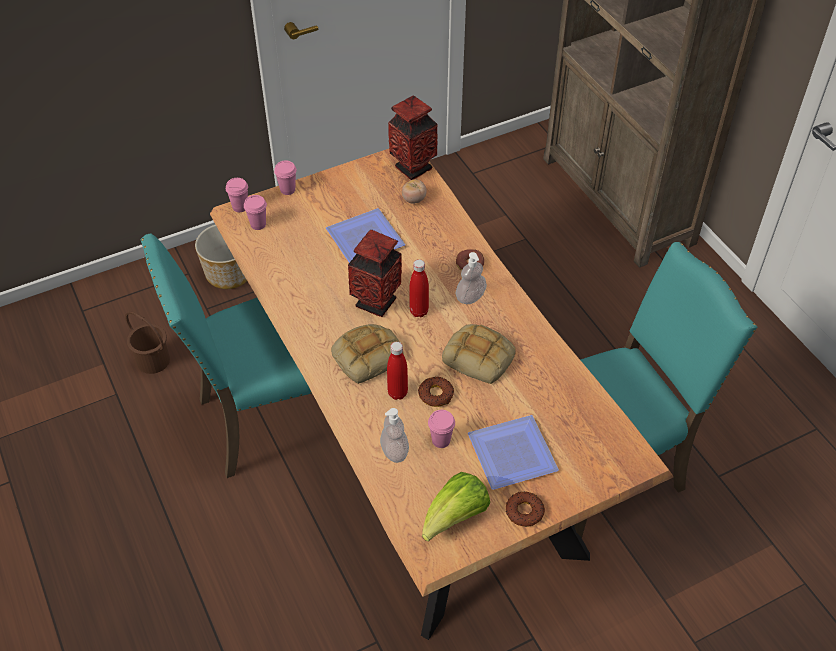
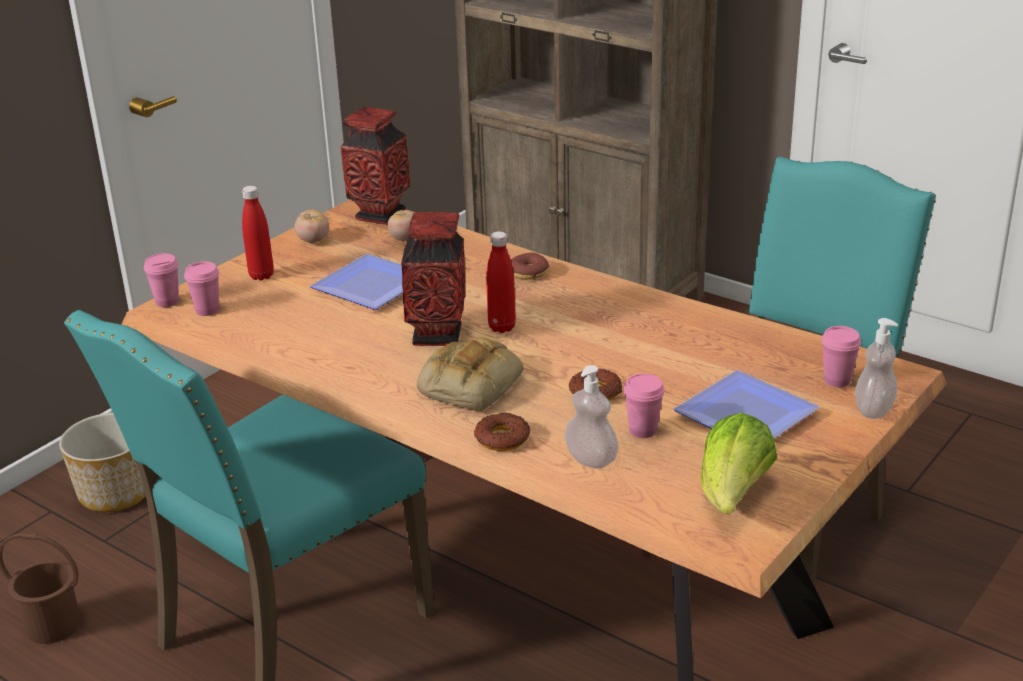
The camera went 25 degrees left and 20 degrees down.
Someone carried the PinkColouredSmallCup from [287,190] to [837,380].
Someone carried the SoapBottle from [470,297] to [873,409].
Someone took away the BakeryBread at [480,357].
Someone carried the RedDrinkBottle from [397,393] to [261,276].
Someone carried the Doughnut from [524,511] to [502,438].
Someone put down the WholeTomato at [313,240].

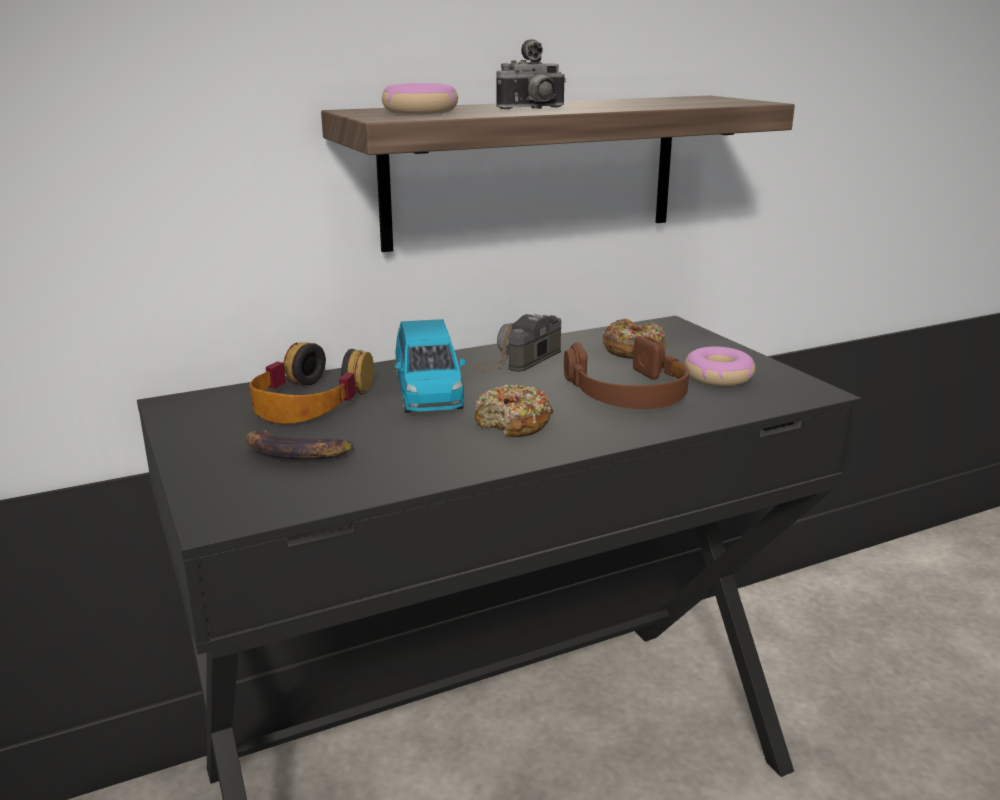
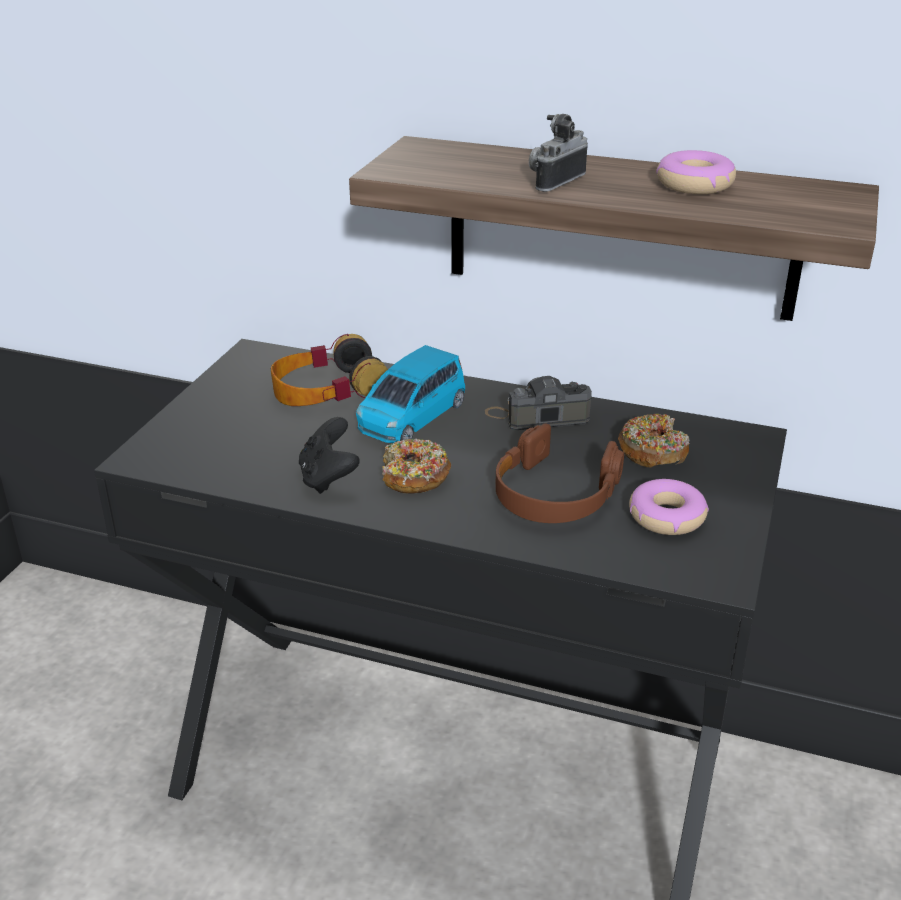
The camera went 45 degrees right and 10 degrees up.
Someone rotated the PhotoCamera at [533,109] by 105 degrees clockwise.
Someone carried the Doughnut from [420,111] to [694,184].
Someone took away the Banana at [296,452].
Someone put down the BlackGamepad at [328,478].

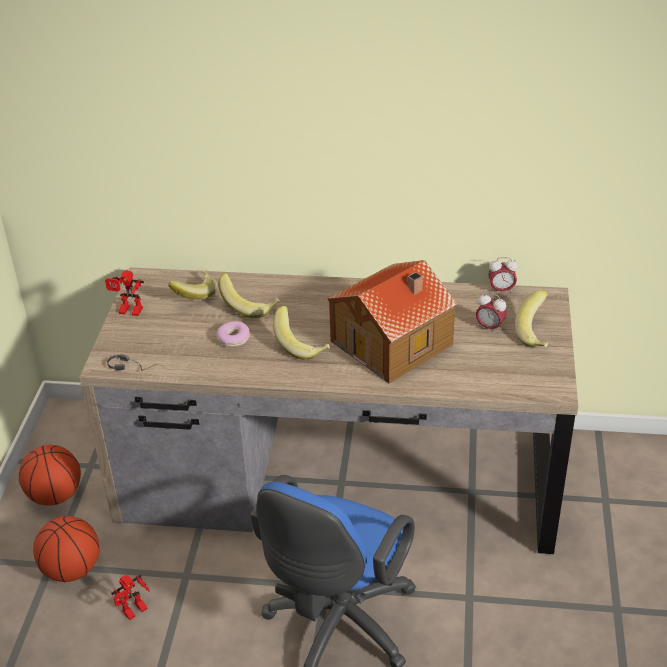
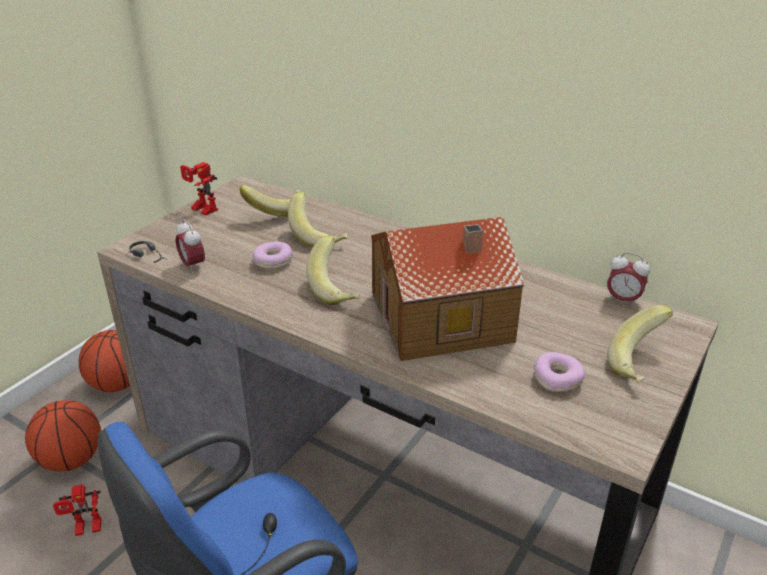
The camera went 25 degrees right and 5 degrees down.
Someone carried the BedsideClock from [489,327] to [193,266].
Someone put down the Doughnut at [557,378].

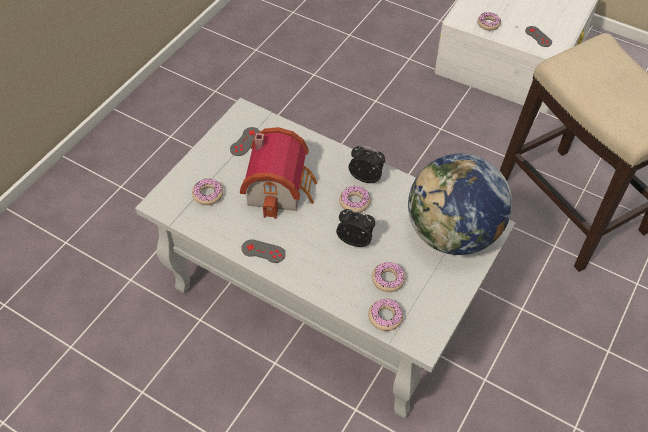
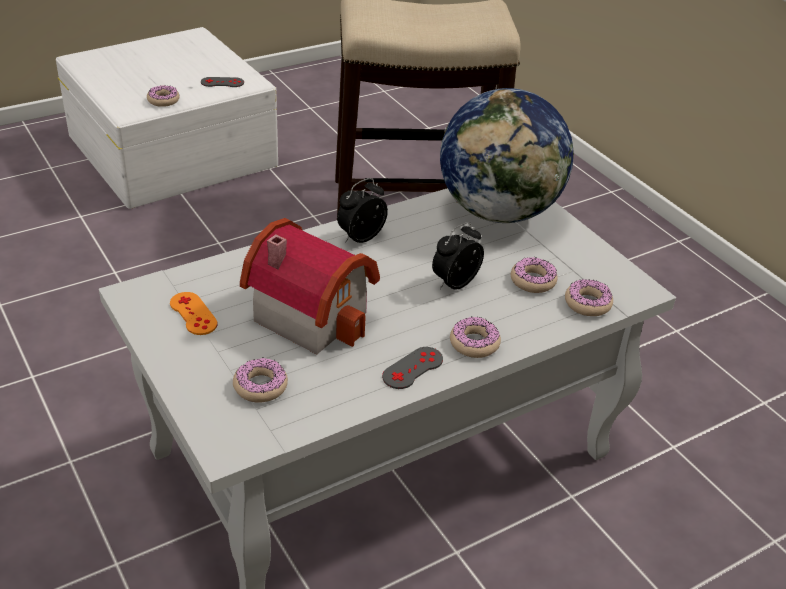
The camera went 65 degrees left and 15 degrees down.
Someone repainted the GrayGamepad at [245,141], which became the OrangeGamepad at [193,314].
Someone carried the Doughnut from [354,202] to [474,343].

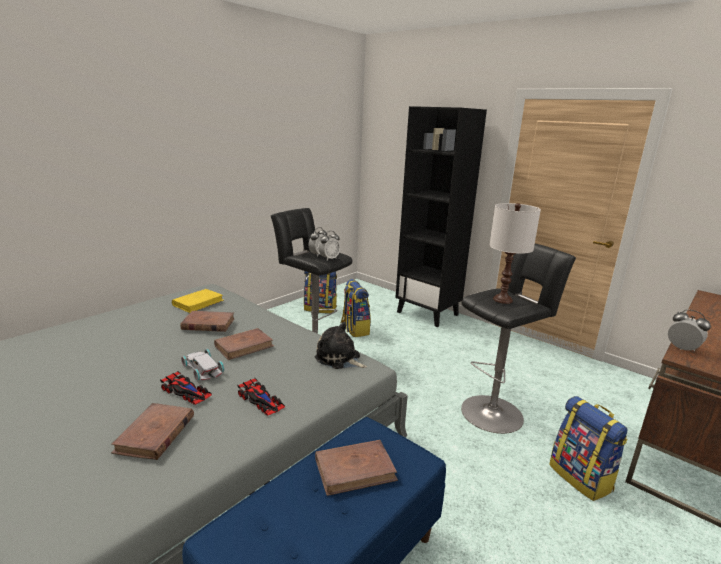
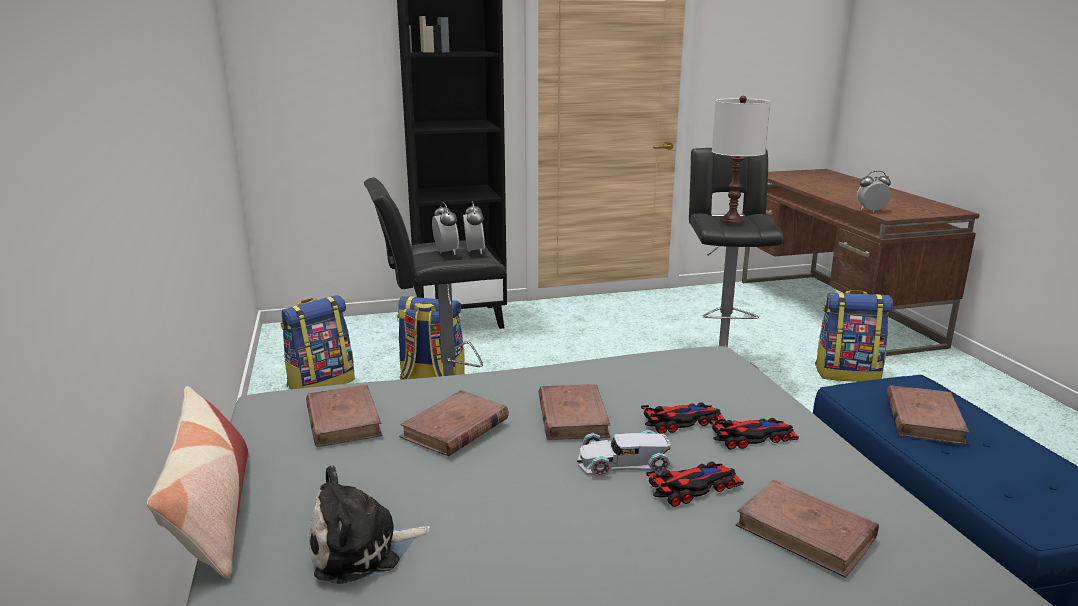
The camera went 55 degrees left and 0 degrees up.
Someone repainted the YellowBoundBook at [198,303], which became the BrownColouredBoundBook at [343,420].
Someone carried the CuddlyToy from [339,359] to [362,549].
Someone put down the Pillow at [212,515].
Someone put down the MiniatureCar at [683,421].

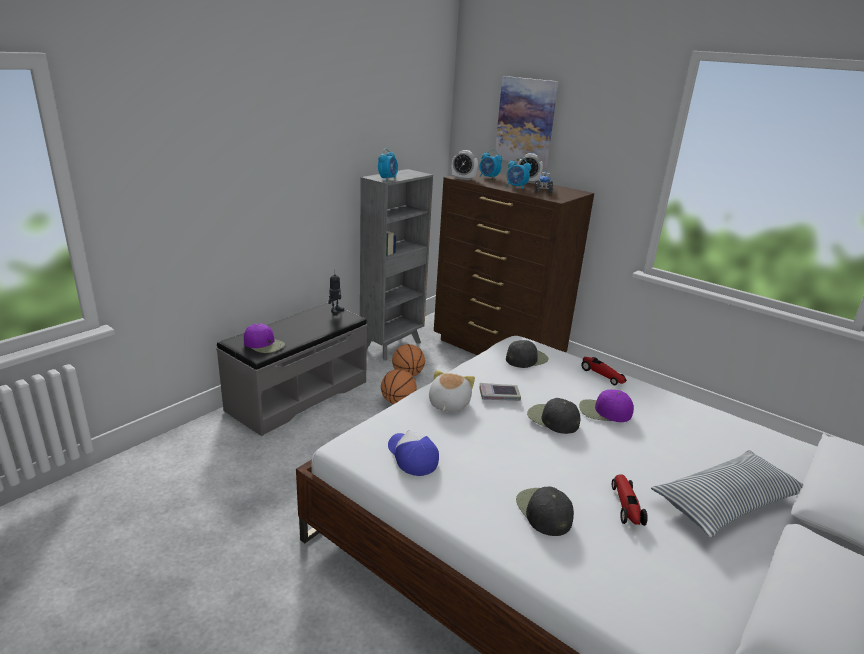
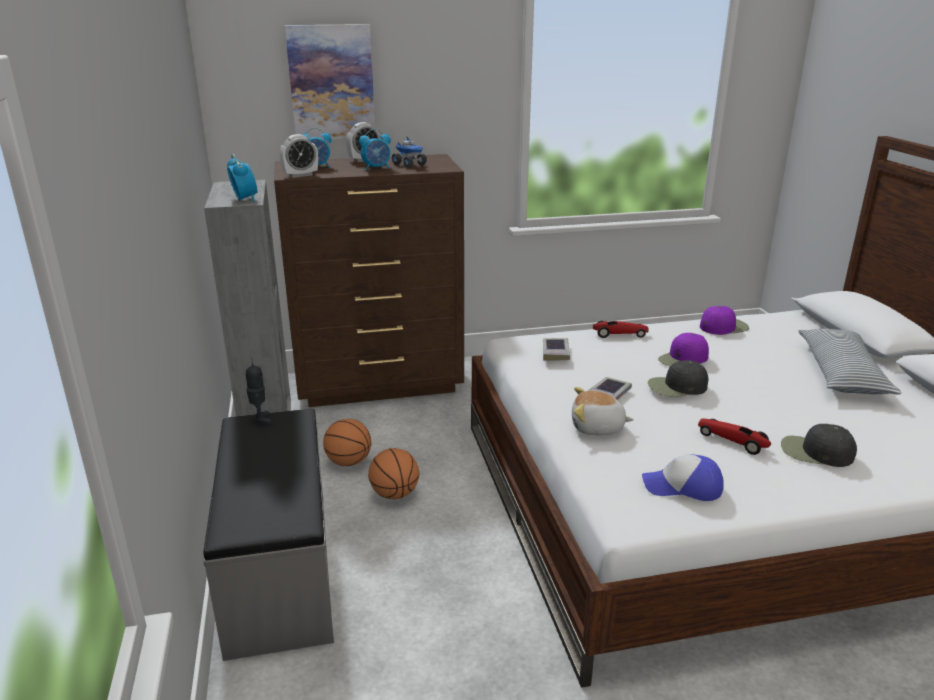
The camera went 50 degrees left and 0 degrees up.
Someone carried the PurplishCap from [264,344] to [723,326].
Someone swapped the BlackCap at [526,358] for the BoundBook at [555,352].
Someone rotated the CuddlyToy at [448,404] by 45 degrees counterclockwise.
Someone carried the MiniatureCar from [626,506] to [732,441].

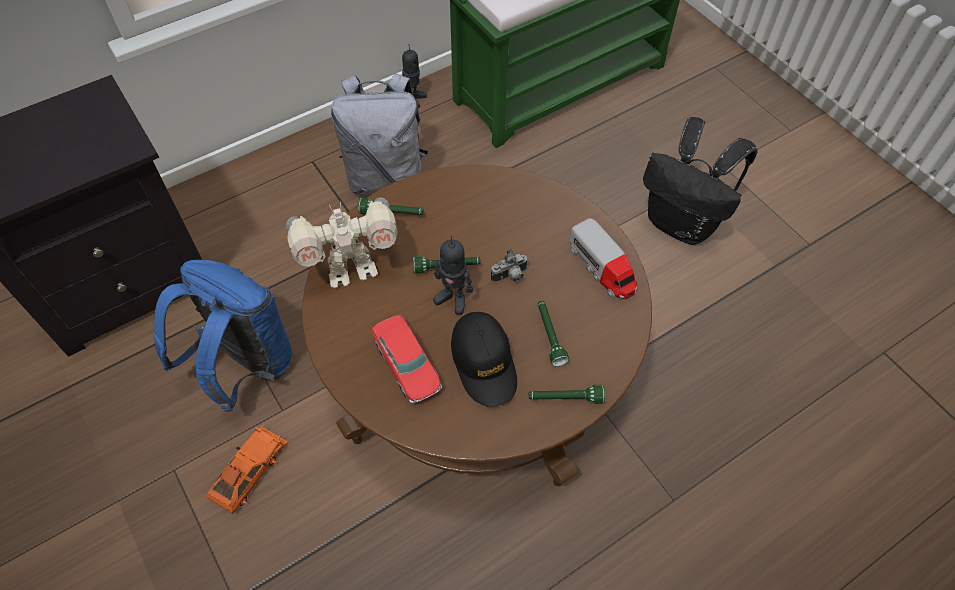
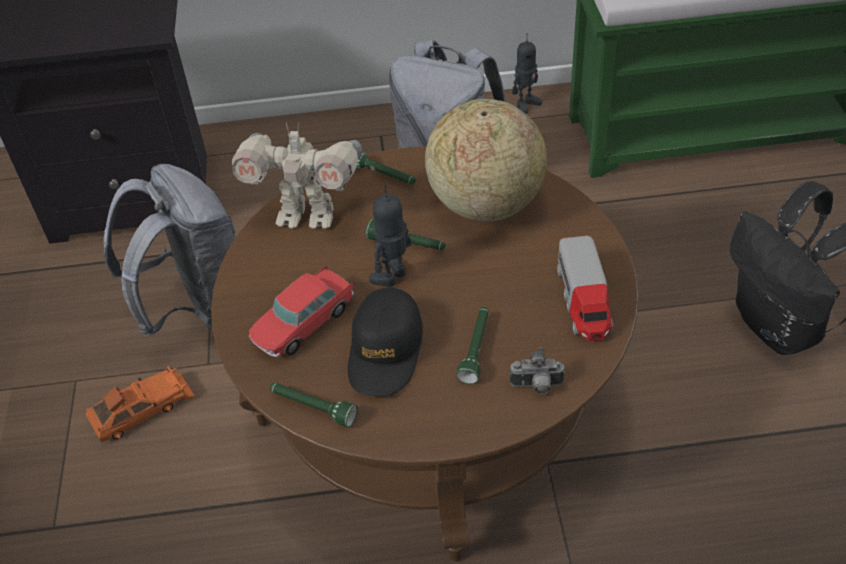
The camera went 30 degrees right and 10 degrees down.
Someone rotated the RobotFigure at [453,299] by 75 degrees clockwise.
Someone carried the PhotoCamera from [510,277] to [537,386].
Someone repainted the BluishRucksack at [245,366], which became the GrayRucksack at [198,309].
Someone rotated the MiniatureCar at [407,365] by 45 degrees clockwise.
Someone carried the GreenColouredFlashlight from [565,398] to [313,408].
Someone put down the DeskGlobe at [485,204].

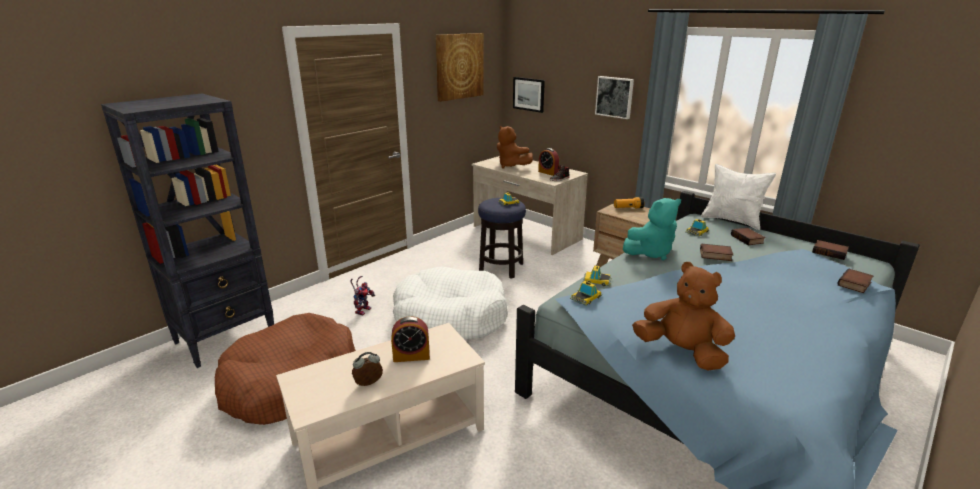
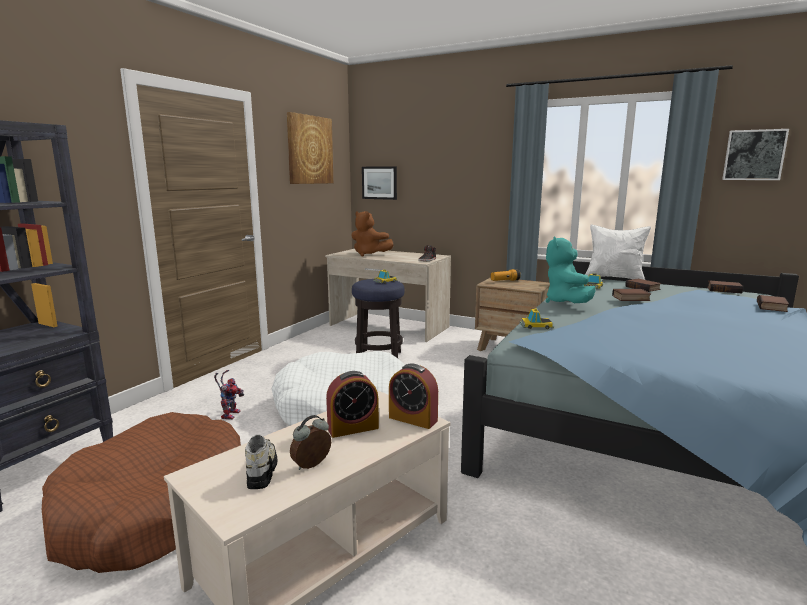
The camera went 15 degrees left and 10 degrees down.
Someone carried the Picture from [614,97] to [754,155].
Someone carried the BedsideClock from [548,172] to [413,419].
Someone rotated the TurquoiseColouredCuddlyToy at [650,253] by 135 degrees clockwise.
Someone took away the BrownColouredCuddlyToy at [681,352].
Someone took away the MiniatureCar at [586,297].
Someone put down the ItemOfFootwear at [261,470].

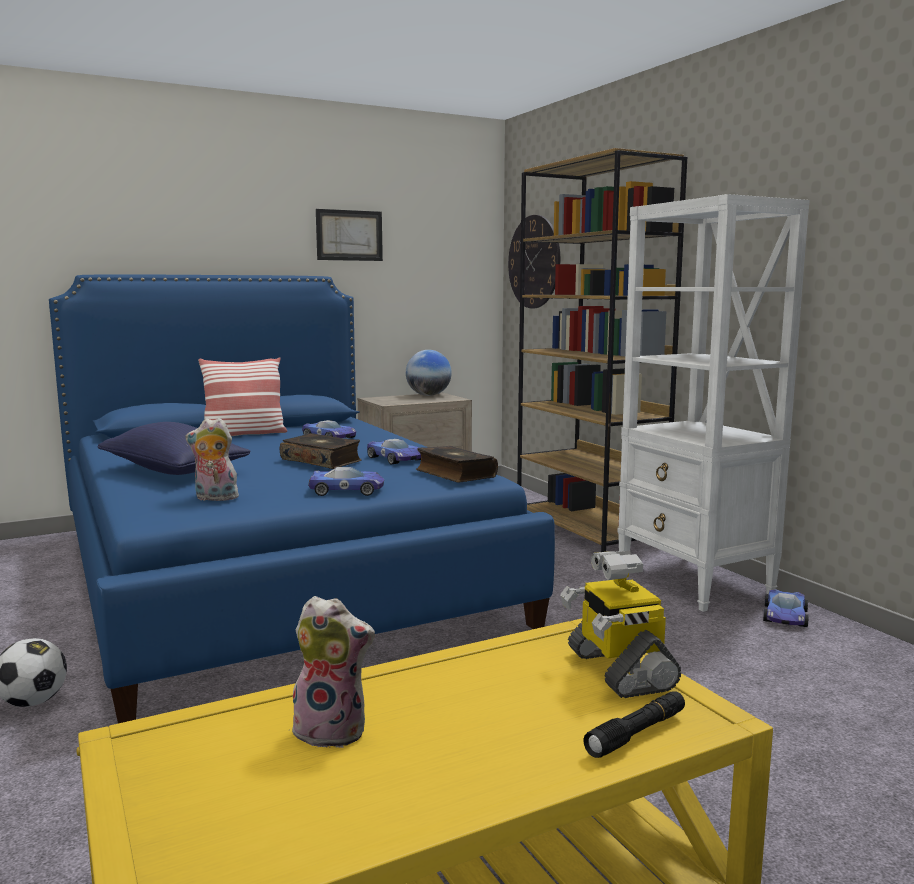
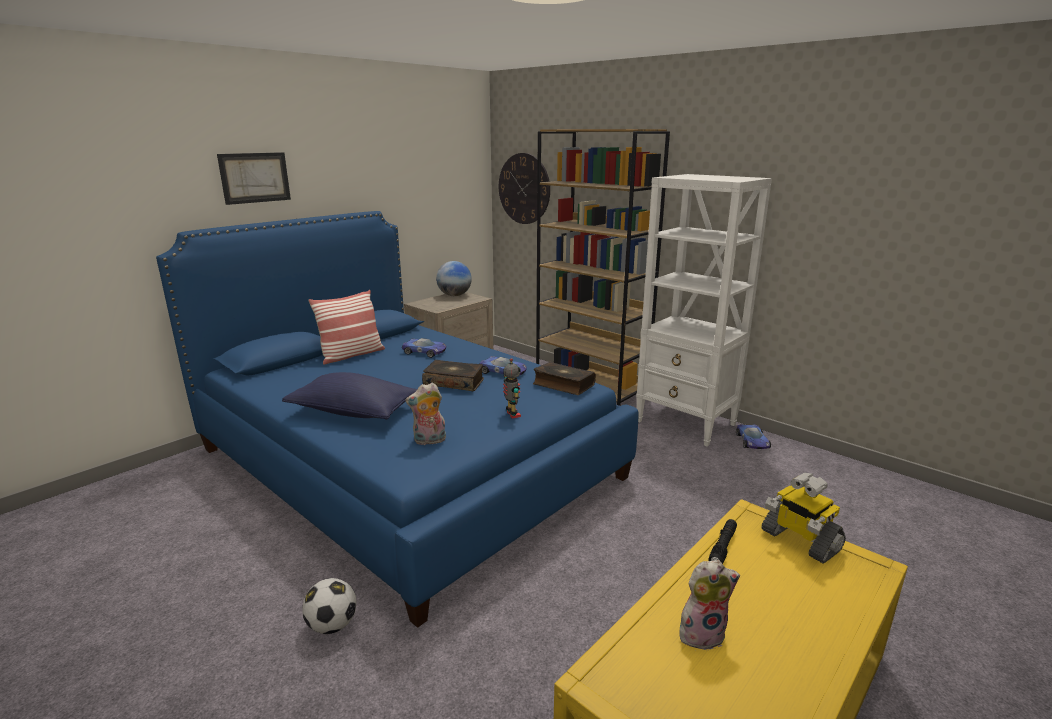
The camera went 20 degrees left and 10 degrees up.
Someone carried the Picture from [349,235] to [255,177].
Someone swapped the MiniatureCar at [347,490] for the RobotFigure at [512,414].
Someone carried the BlackFlashlight from [637,733] to [723,547].

